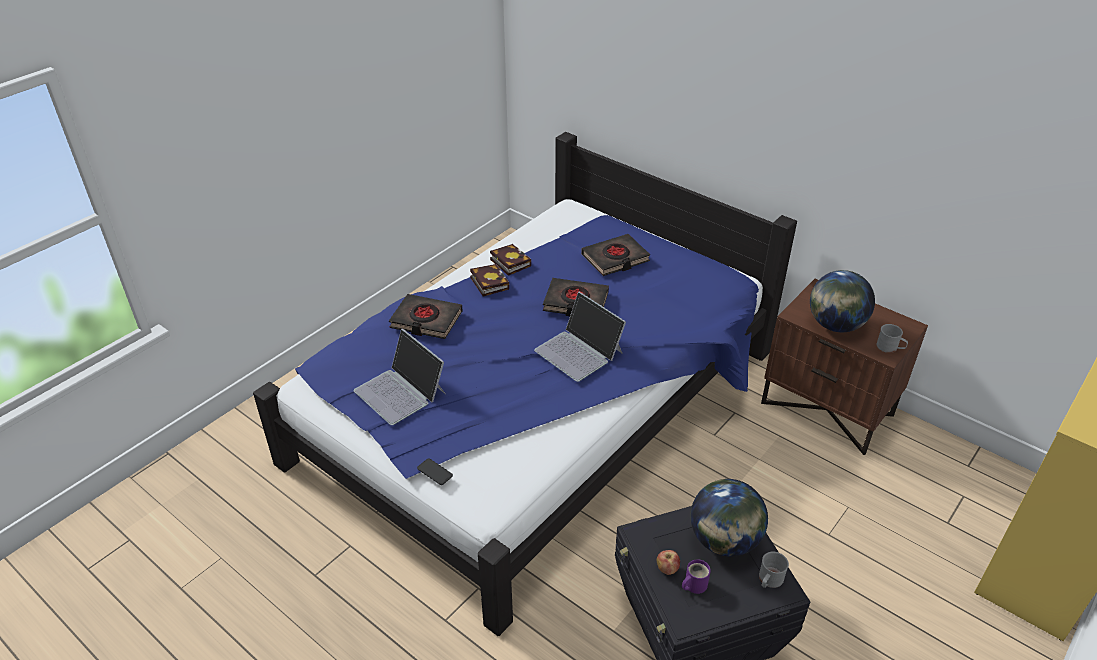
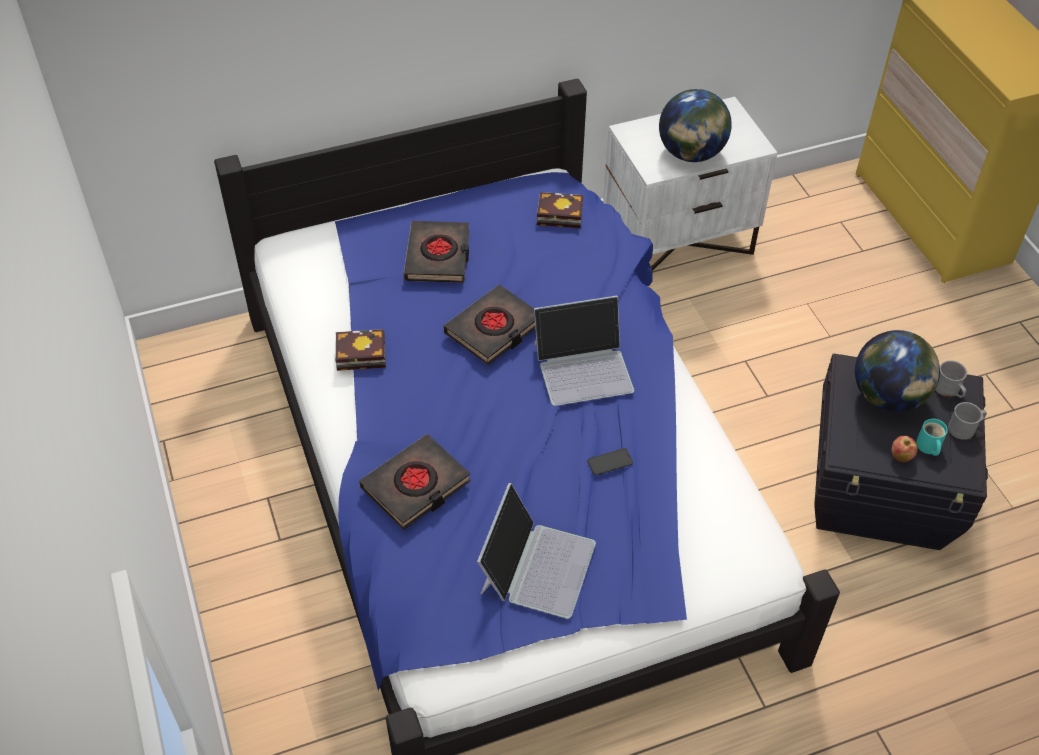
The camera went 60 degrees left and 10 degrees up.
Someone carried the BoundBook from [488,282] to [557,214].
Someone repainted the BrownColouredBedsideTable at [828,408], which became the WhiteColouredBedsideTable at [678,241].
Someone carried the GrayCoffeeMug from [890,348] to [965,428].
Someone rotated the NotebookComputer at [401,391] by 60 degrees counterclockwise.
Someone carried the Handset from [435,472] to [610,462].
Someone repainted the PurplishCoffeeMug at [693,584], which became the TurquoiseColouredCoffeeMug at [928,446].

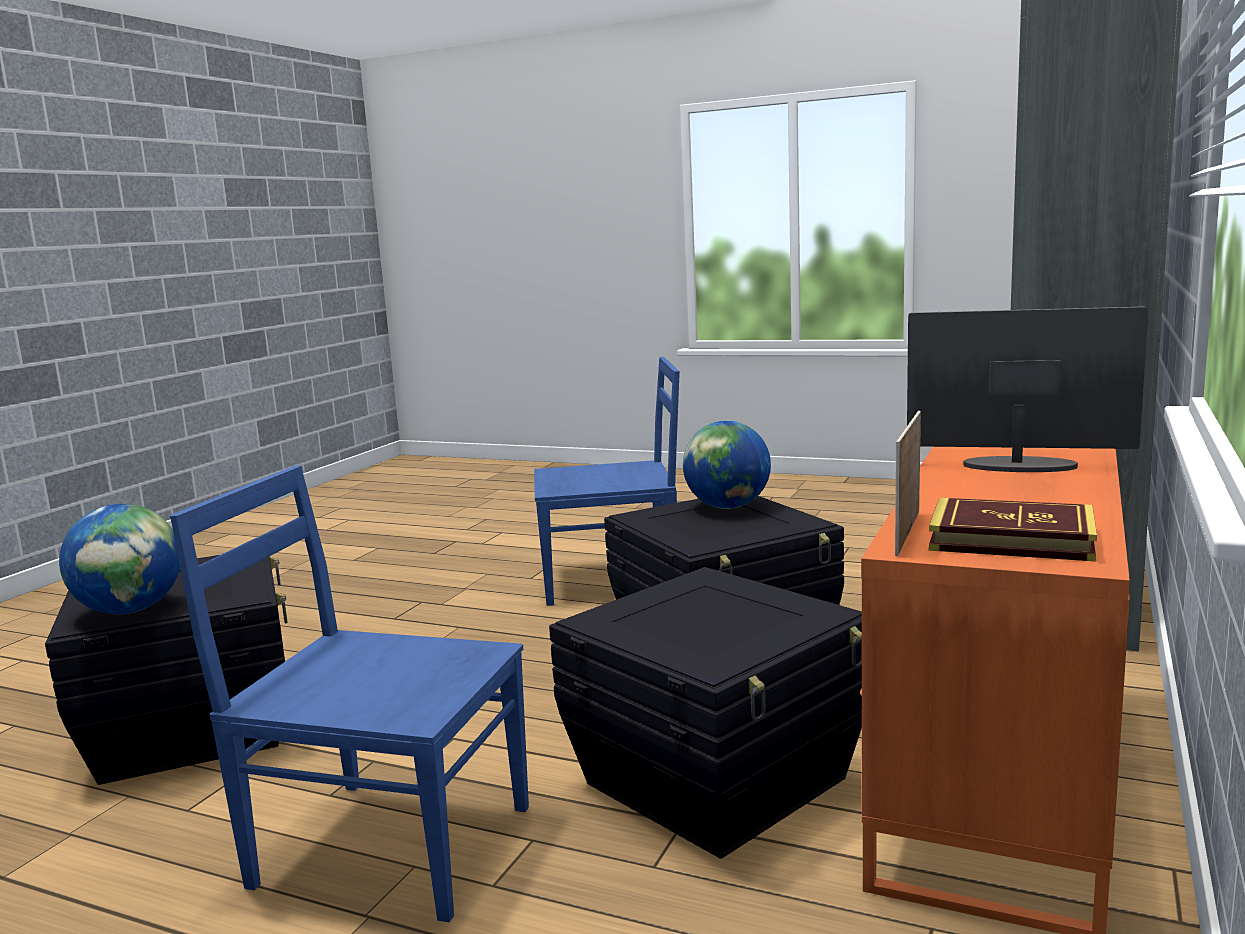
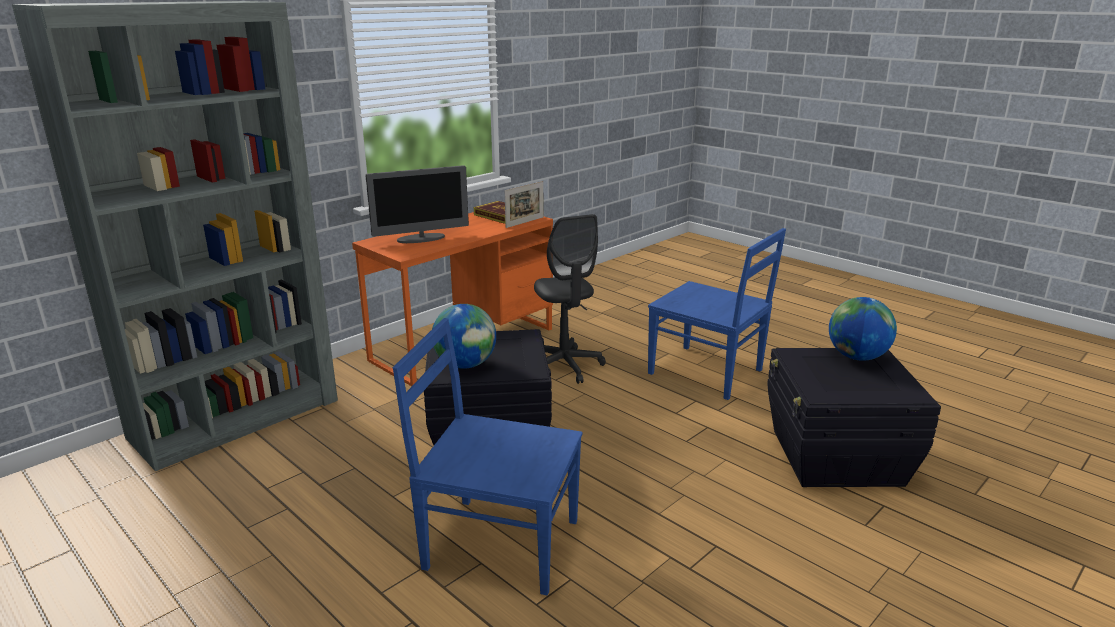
The camera went 160 degrees left and 10 degrees up.
Someone rotated the Monitor at [1018,466] by 60 degrees counterclockwise.
Someone swapped the BlackStorageBin at [718,780] for the GrayDeskChair at [565,366].

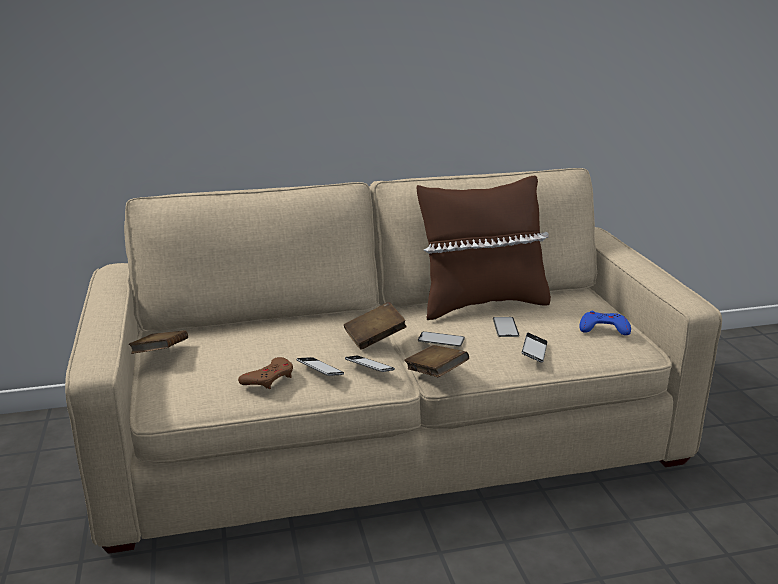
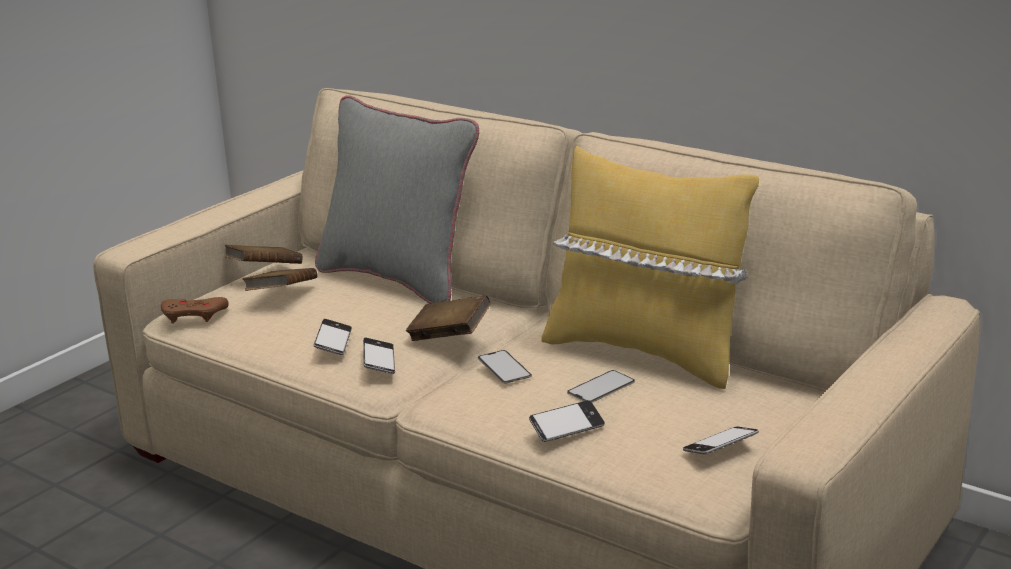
The camera went 50 degrees right and 0 degrees up.
Someone repainted the BrownColouredPillow at [481,304], which became the YellowPillow at [645,352].
Someone swapped the BluishGamepad at [603,328] for the Handset at [720,446].
Someone carried the BrownColouredBoundBook from [435,374] to [282,296].
Someone carried the BrownColouredGamepad from [269,378] to [194,315].
Someone put down the GrayPillow at [398,278].

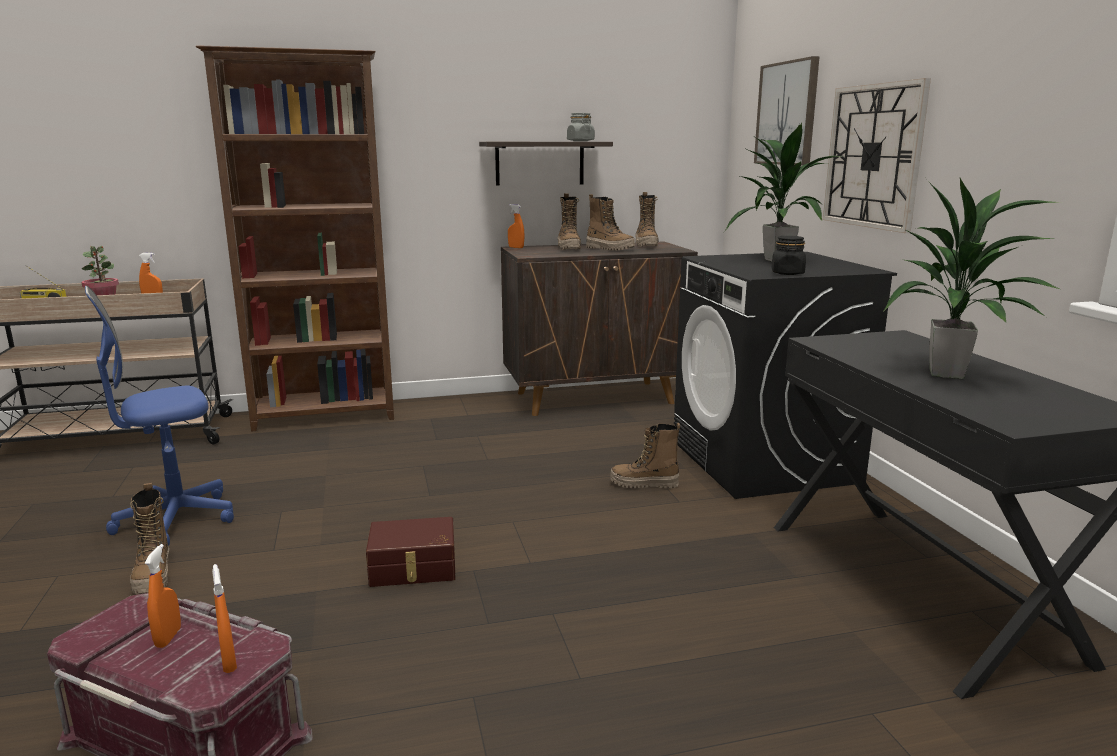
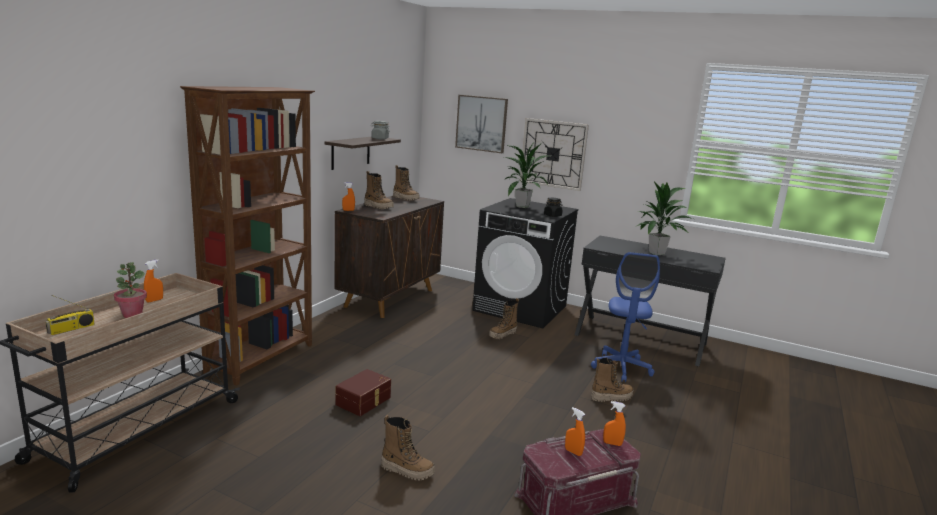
The camera went 50 degrees left and 0 degrees up.
Someone carried the HighTopBoot from [610,249] to [611,397].
Someone carried the BluishDeskChair from [175,519] to [621,368].
Someone carried the BrownColouredStorageBin from [413,568] to [364,401].

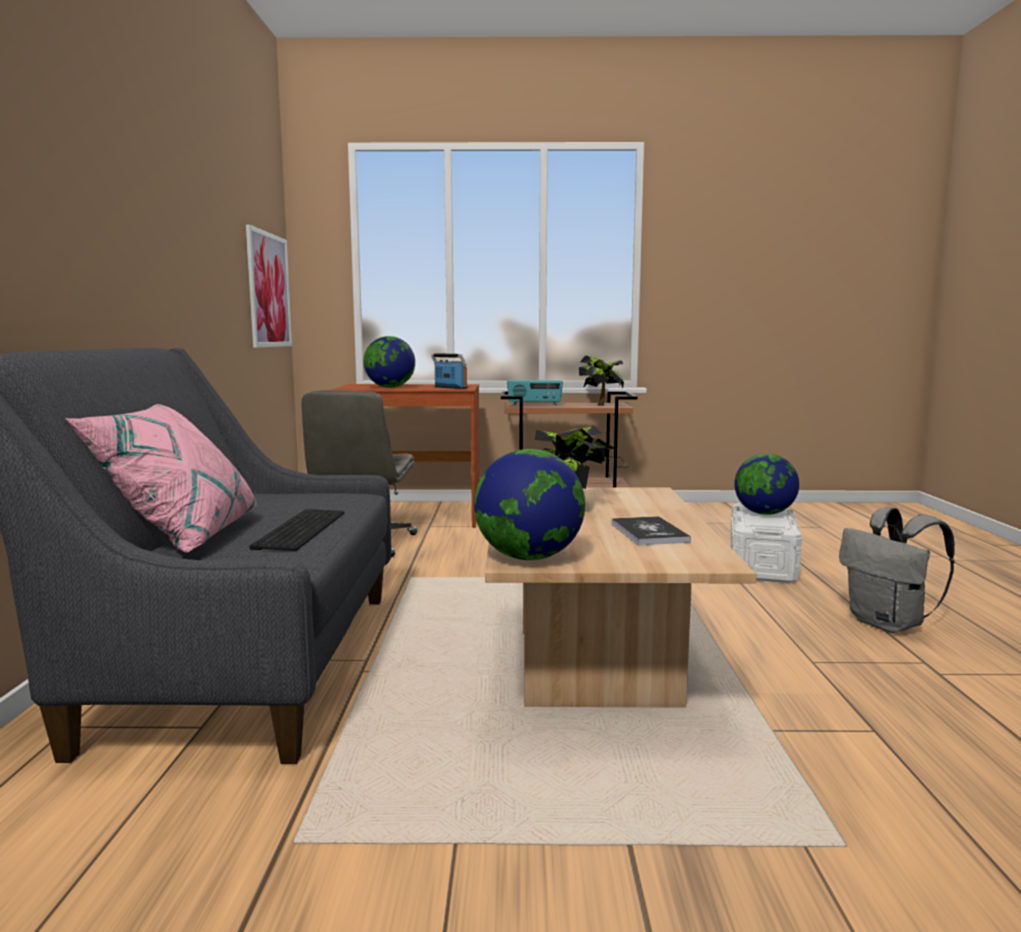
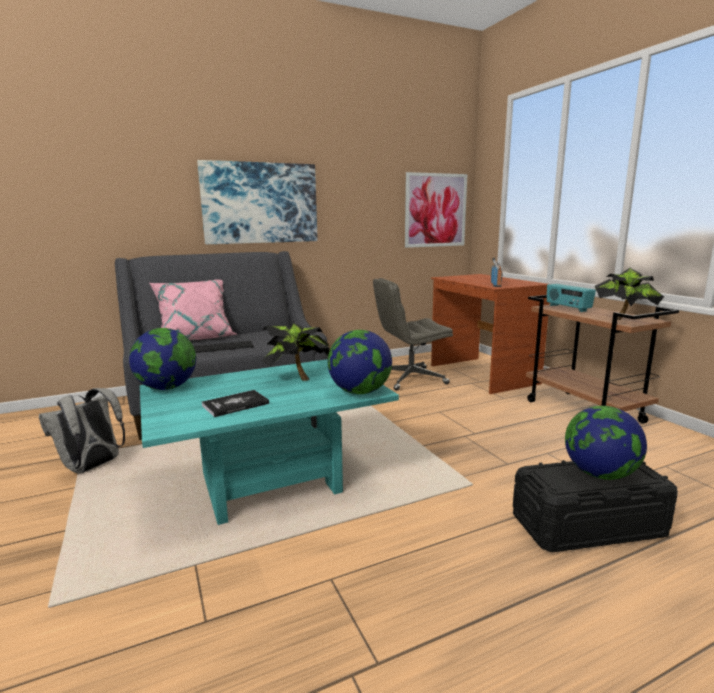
The camera went 65 degrees right and 5 degrees up.
Someone carried the DeskGlobe from [390,387] to [360,392].
Someone repainted the BeigeColouredLoungeTable at [594,665], which became the TurquoiseColouredLoungeTable at [270,483].
Someone repainted the WhiteColouredStorageBin at [761,563], which became the BlackStorageBin at [588,526].
Someone carried the GrayRucksack from [889,624] to [92,467].
Someone put up the Picture at [260,203].

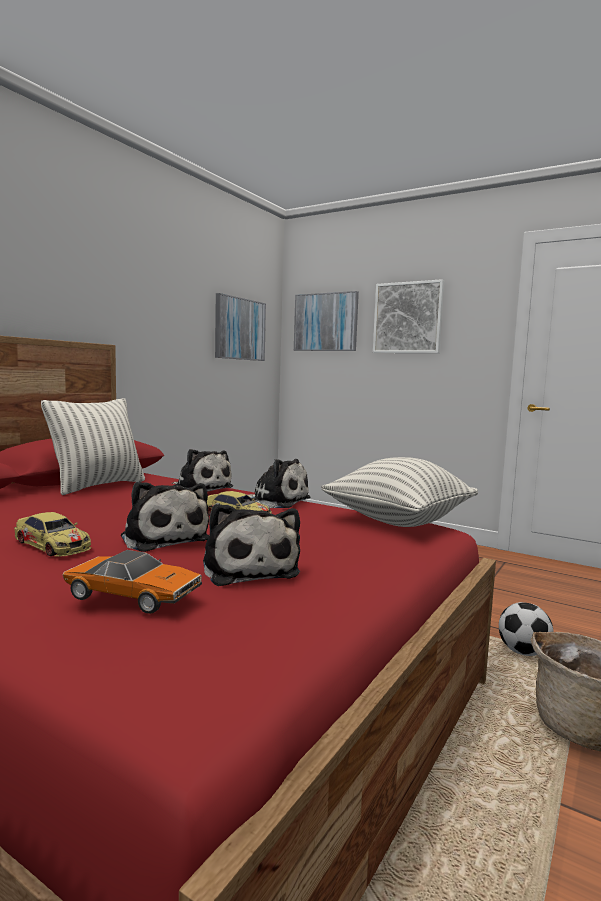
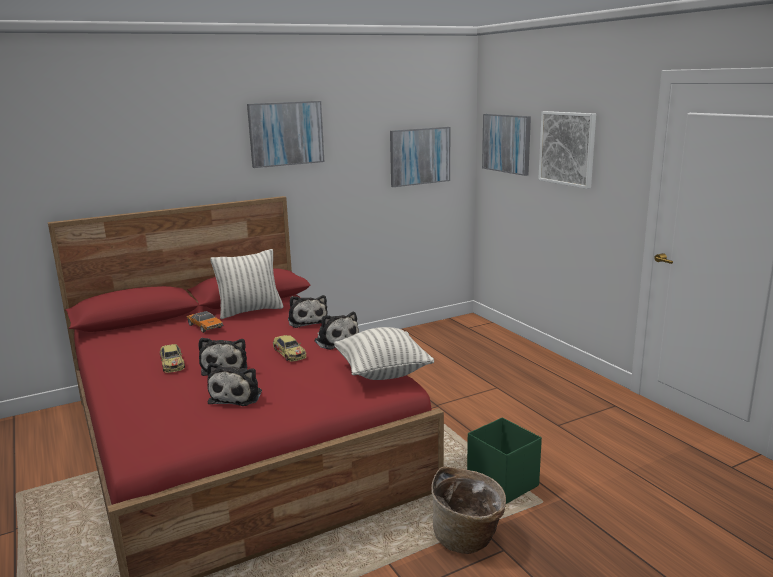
The camera went 30 degrees right and 10 degrees up.
Someone carried the MiniatureCar from [133,596] to [205,326].
Someone swapped the FootballBall at [522,652] for the GreenColouredStorageBin at [502,483].
Someone put up the Picture at [286,133].

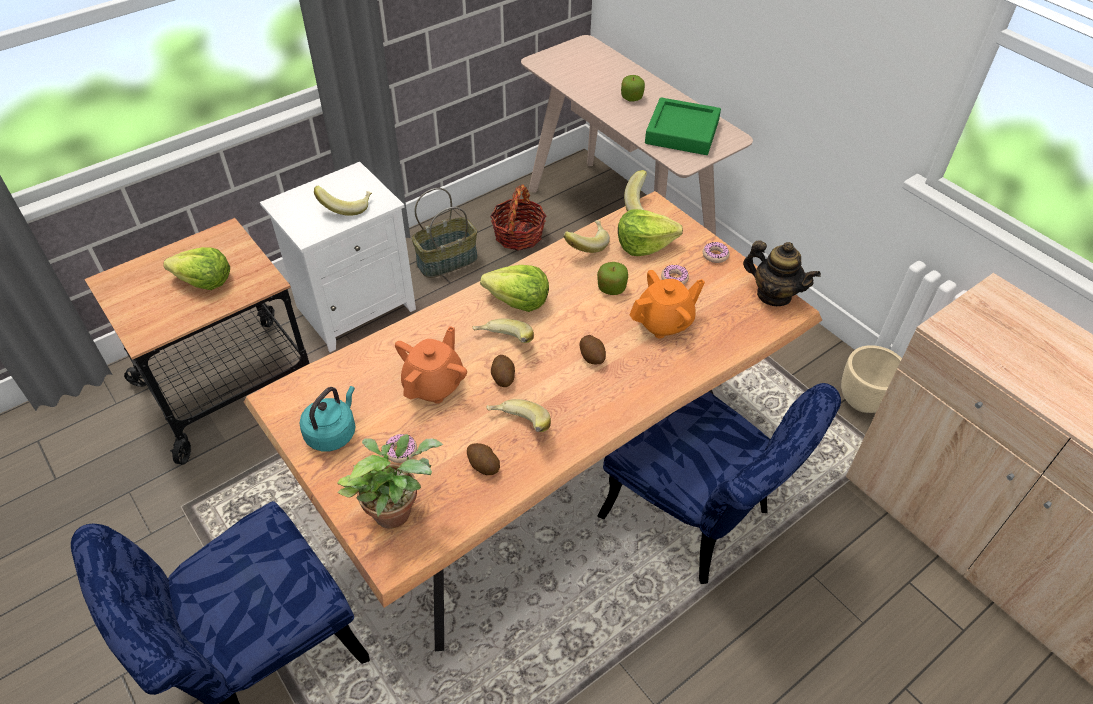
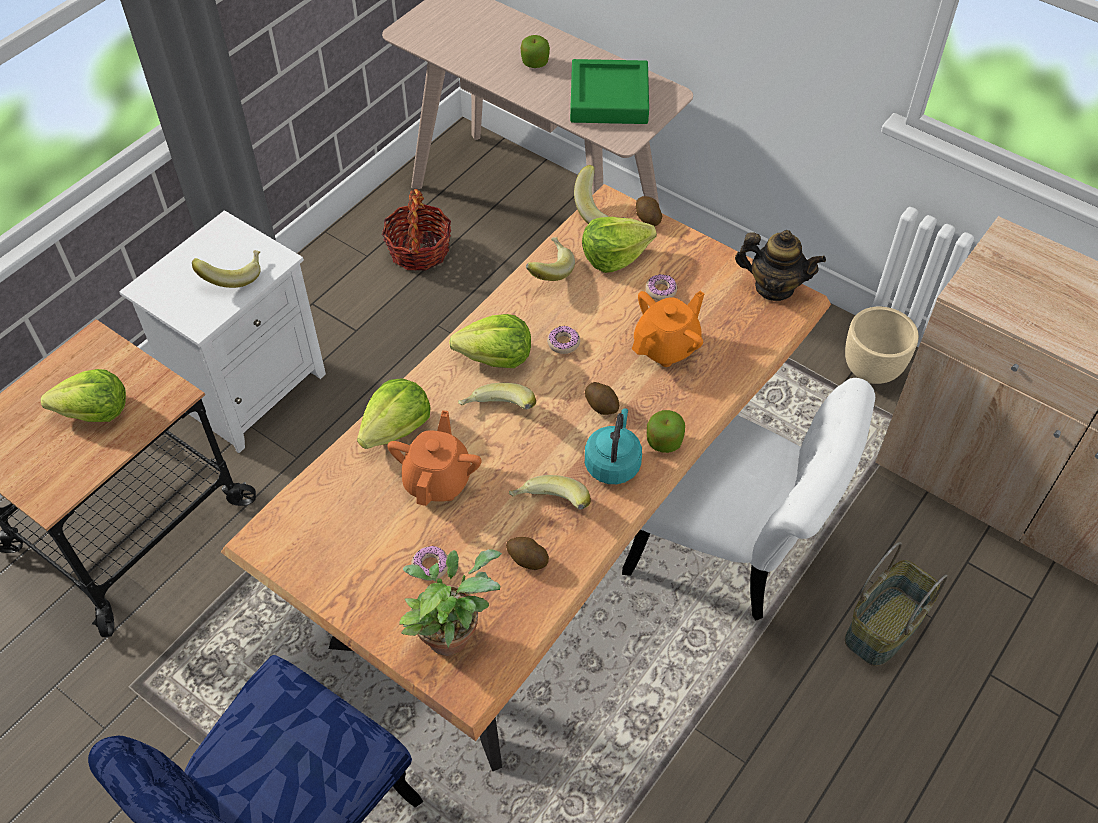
The camera went 15 degrees left and 5 degrees up.
Someone carried the StorageBasket from [447,260] to [883,625].
Someone carried the Doughnut from [715,255] to [563,343].
Someone carried the WholeApple from [611,288] to [664,441].
Someone carried the Potato from [503,377] to [647,218].
Someone repainted the BluishChair at [697,520], which became the WhiteColouredChair at [732,551].
Someone carried the TurquoiseColouredKettle from [333,432] to [613,463].
Someone put down the Lettuce at [397,428].

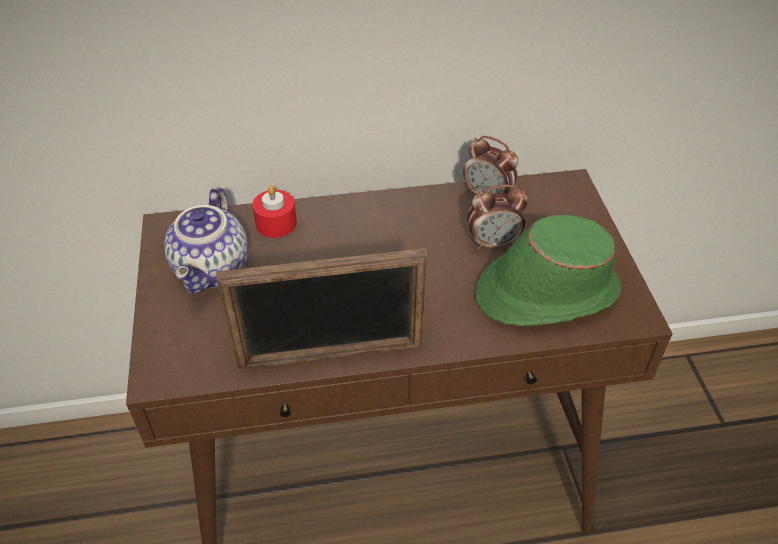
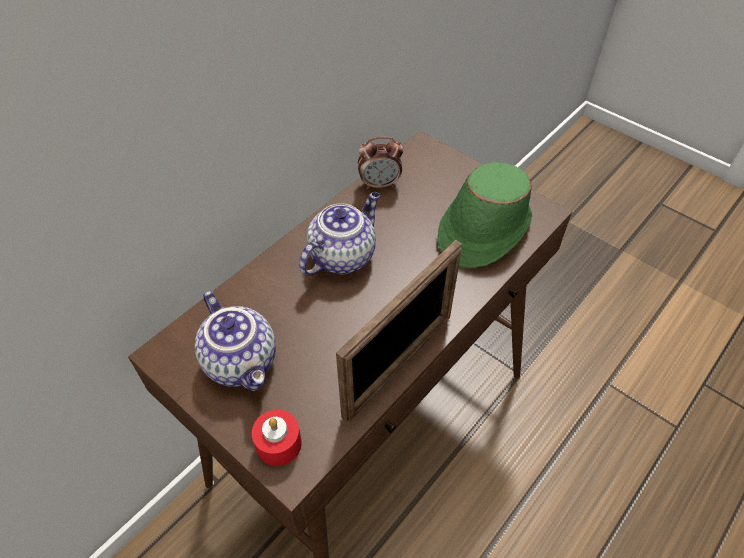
The camera went 40 degrees left and 5 degrees up.
Someone took away the BedsideClock at [493,243].
Someone carried the RedWaxLight from [276,223] to [278,444].
Someone put down the Teapot at [342,255].

